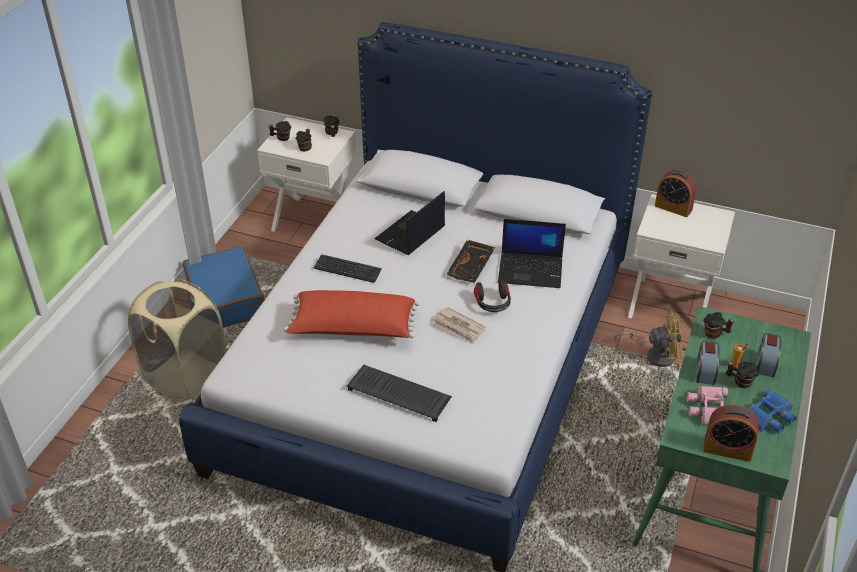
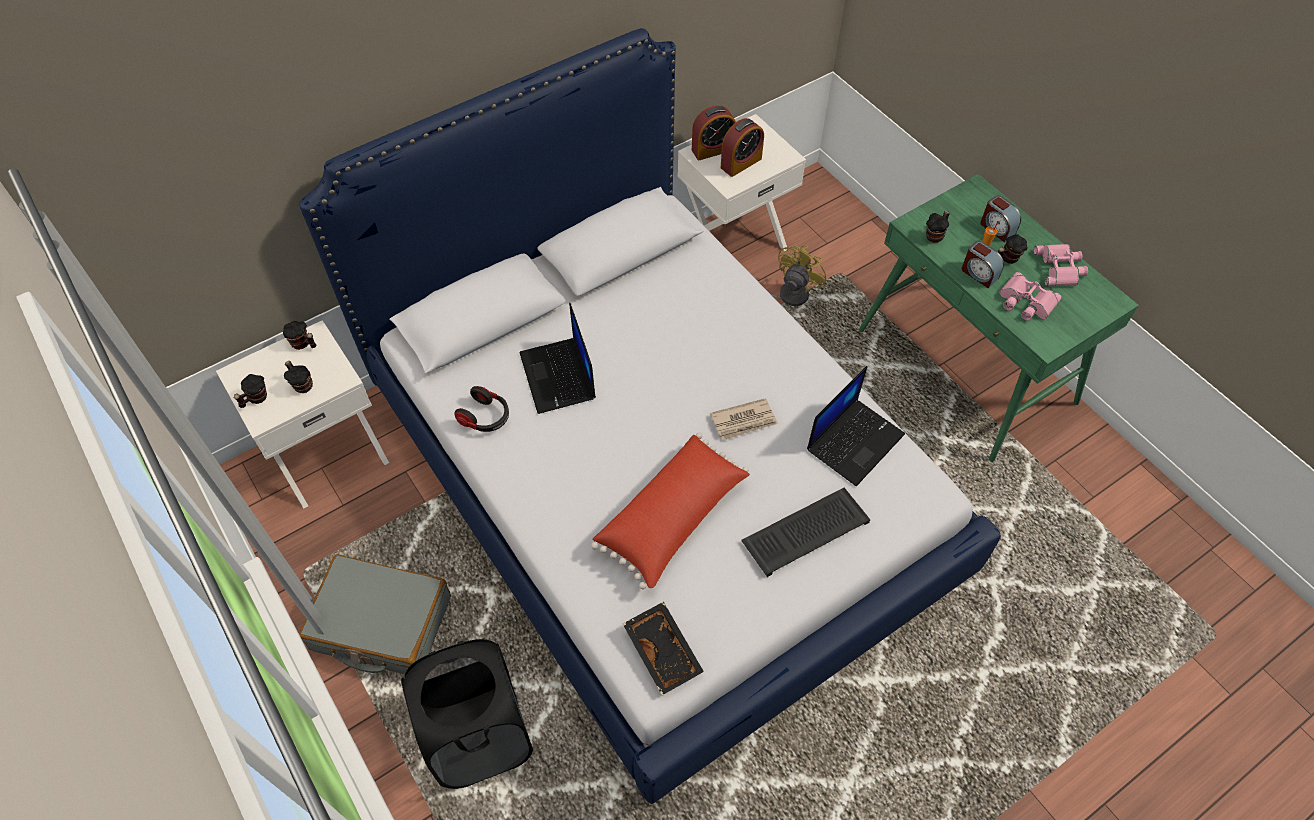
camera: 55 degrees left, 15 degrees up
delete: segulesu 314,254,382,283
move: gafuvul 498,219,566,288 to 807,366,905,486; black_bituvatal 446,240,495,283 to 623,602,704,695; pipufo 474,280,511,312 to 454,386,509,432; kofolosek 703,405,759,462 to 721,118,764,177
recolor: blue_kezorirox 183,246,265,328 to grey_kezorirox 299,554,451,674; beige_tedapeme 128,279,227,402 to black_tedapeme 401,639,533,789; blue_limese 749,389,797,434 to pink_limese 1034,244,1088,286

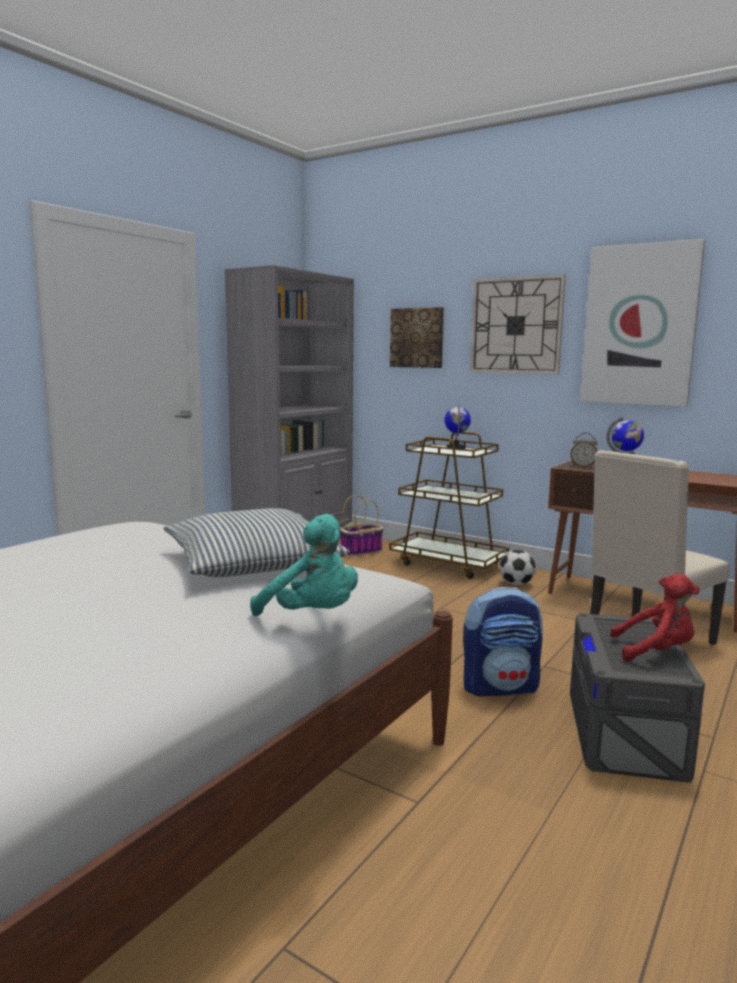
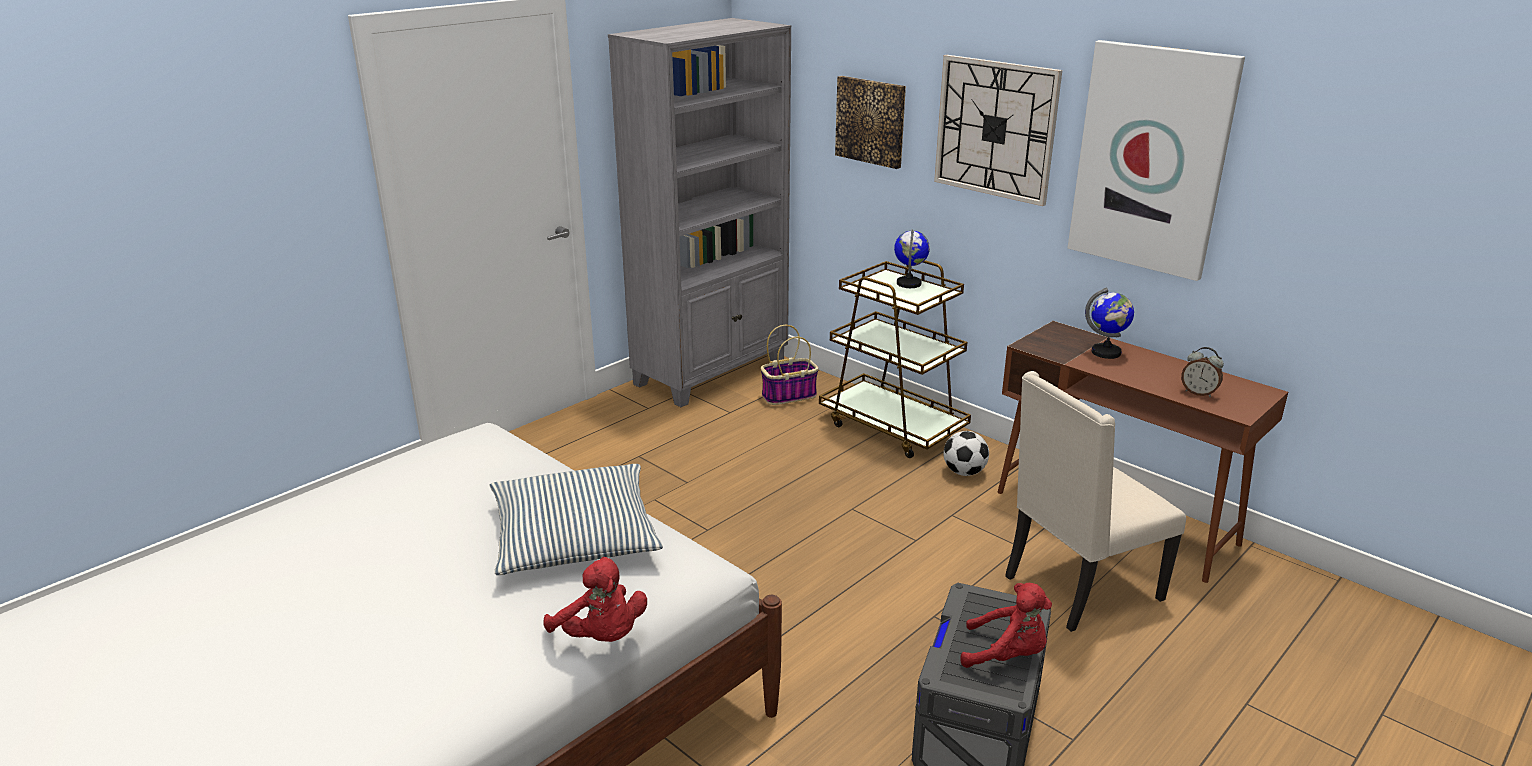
camera: 10 degrees right, 15 degrees up
delete: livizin 463,587,543,696
move: kofolosek 570,433,598,468 to 1181,347,1224,397
recolor: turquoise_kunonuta 250,514,358,616 to red_kunonuta 543,557,647,642

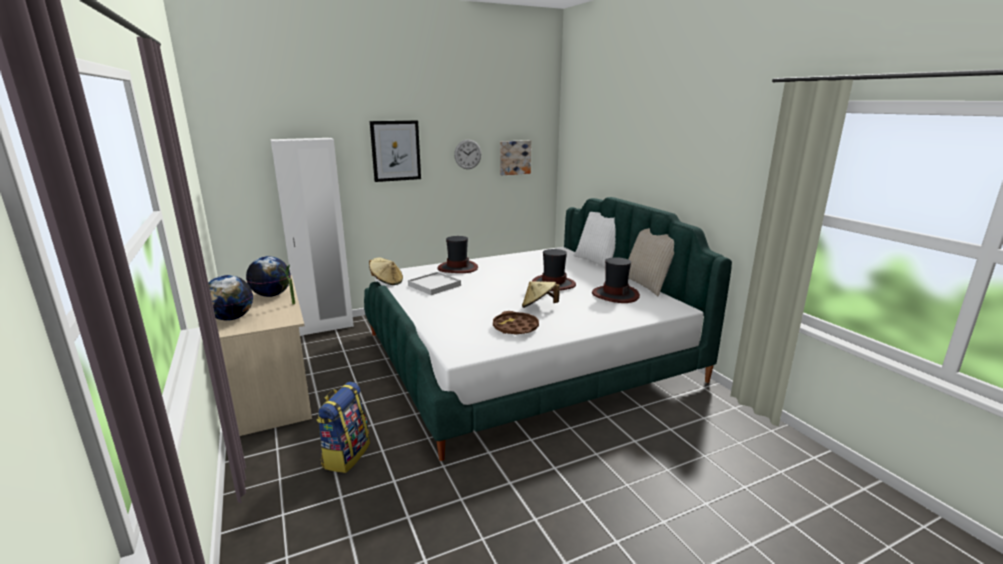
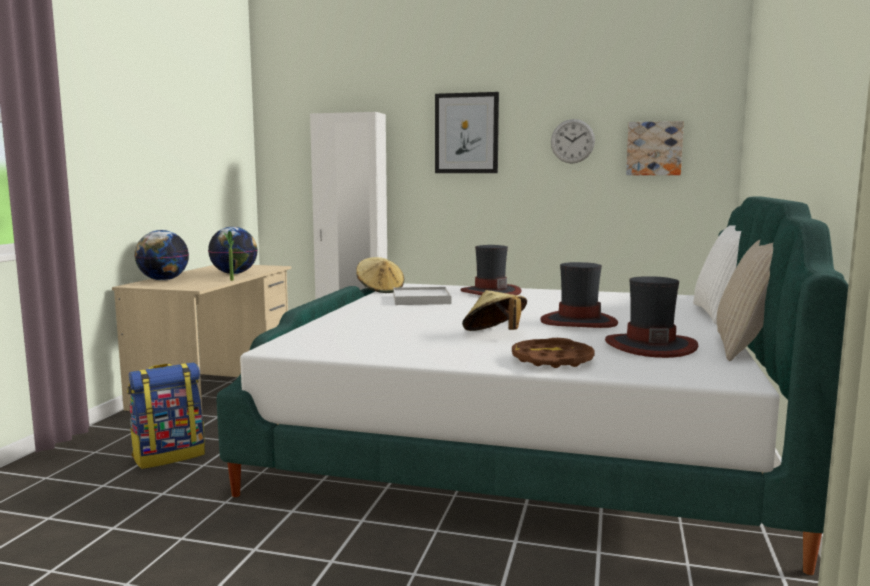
camera: 40 degrees right, 10 degrees down
move: brown_bituvatal 493,311,539,335 to 512,338,595,368

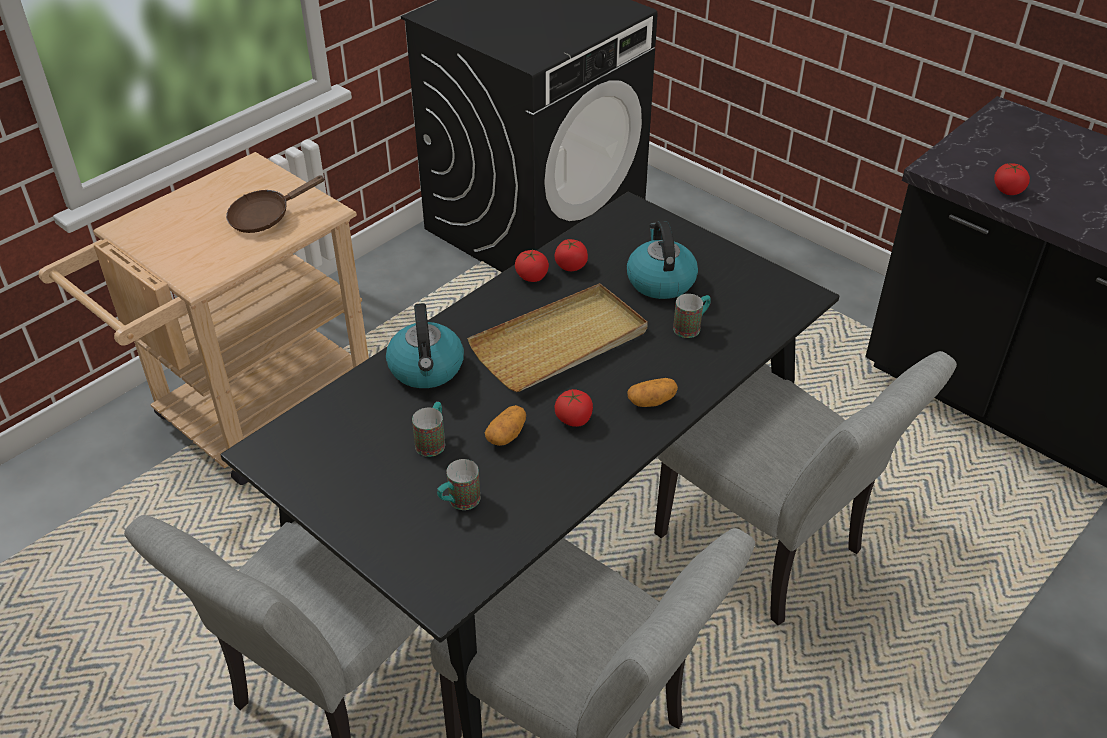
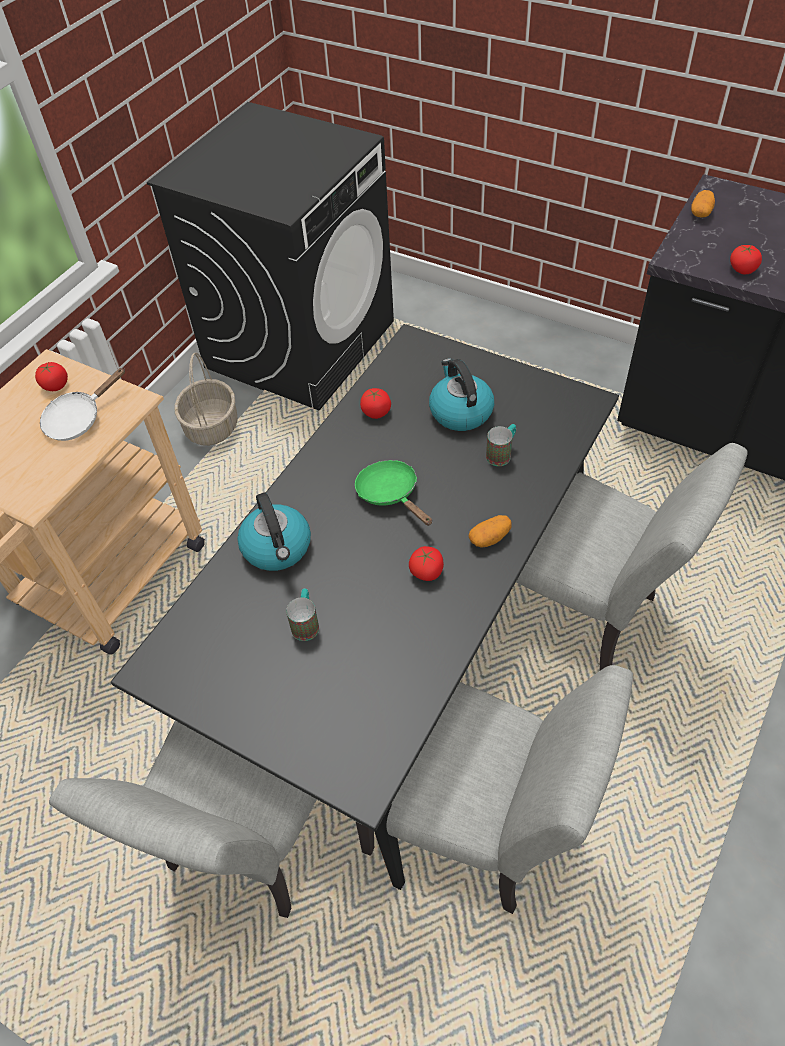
camera: 10 degrees left, 10 degrees up
delete: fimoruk 437,459,480,510
insert: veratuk 174,352,238,446
move: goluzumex 515,250,549,282 to 35,362,68,391; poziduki 485,405,526,446 to 691,190,715,218
replace: beige_bituvatal 467,283,648,392 to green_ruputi 355,460,432,526
recolor: brown_ruputi 226,175,325,233 to white_ruputi 40,368,125,441

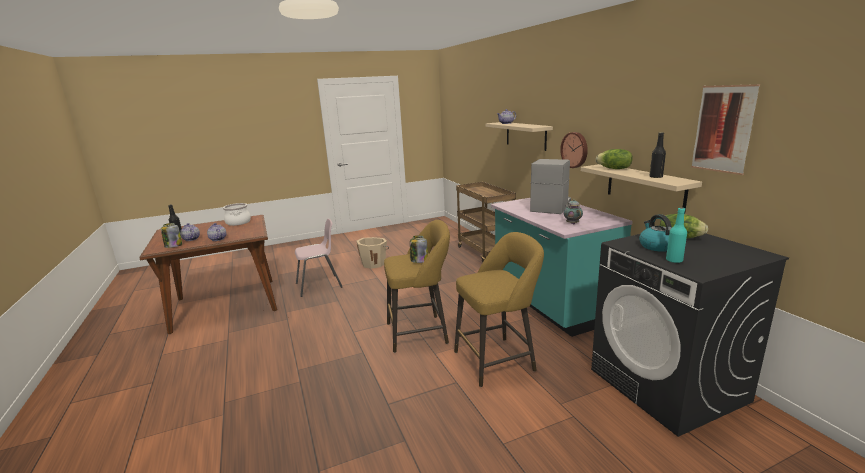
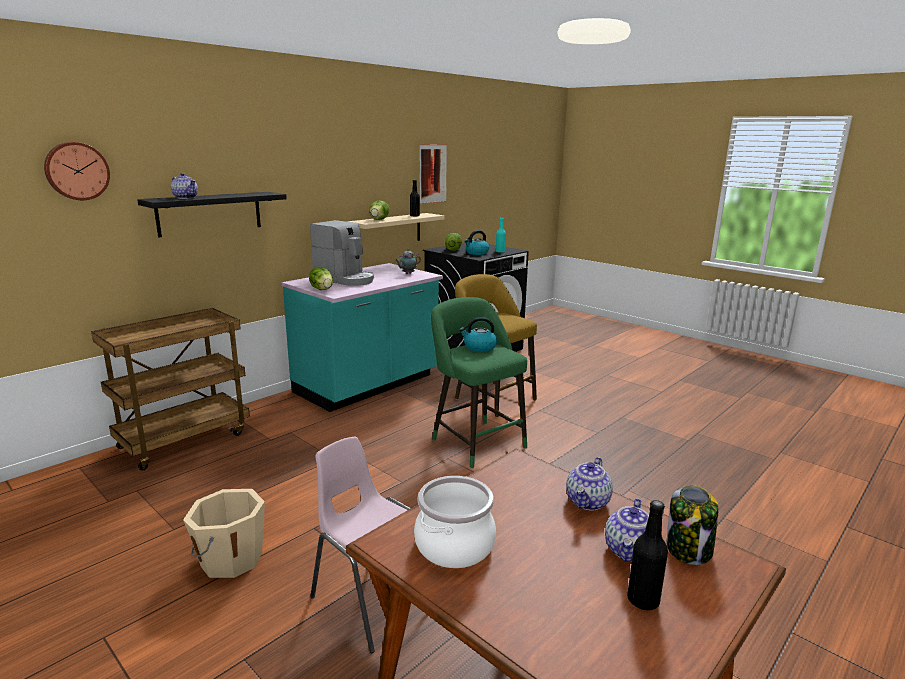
camera: 115 degrees left, 0 degrees up
insert: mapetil 309,267,333,290
move: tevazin 560,132,588,168 to 44,142,110,200
replace: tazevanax 410,235,428,263 to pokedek 459,317,497,352
recolor: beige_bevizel 486,122,553,151 to black_bevizel 137,192,287,238; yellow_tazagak 384,220,450,353 to green_tazagak 431,297,527,469
rotate: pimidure 530,159,571,214 = 310,220,374,286 150 degrees counterclockwise

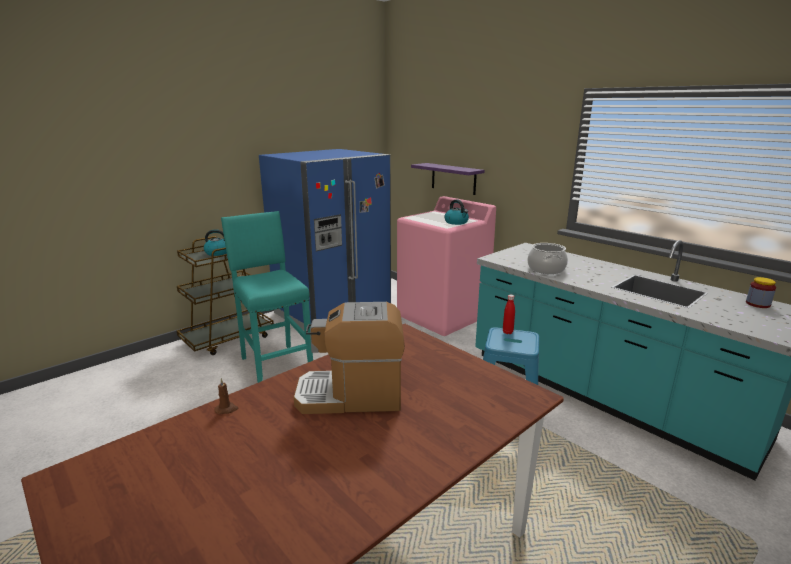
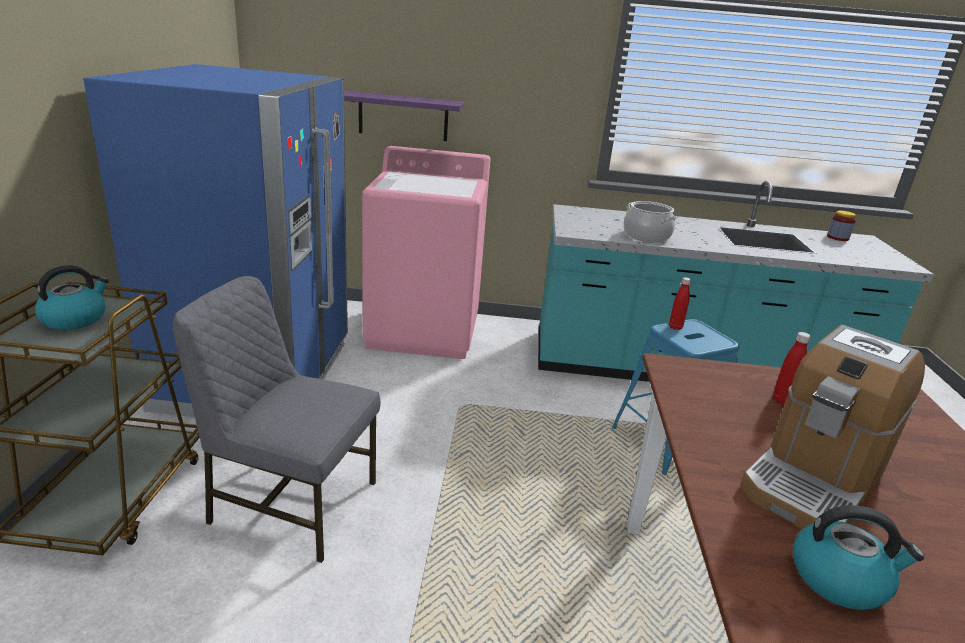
camera: 45 degrees left, 5 degrees up
delete: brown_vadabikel 215,378,238,414
insert: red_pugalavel 773,332,811,405
move: pokedek 445,199,469,225 to 793,505,924,610
replace: turquoise_tazagak 221,211,313,383 to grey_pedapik 173,276,381,563

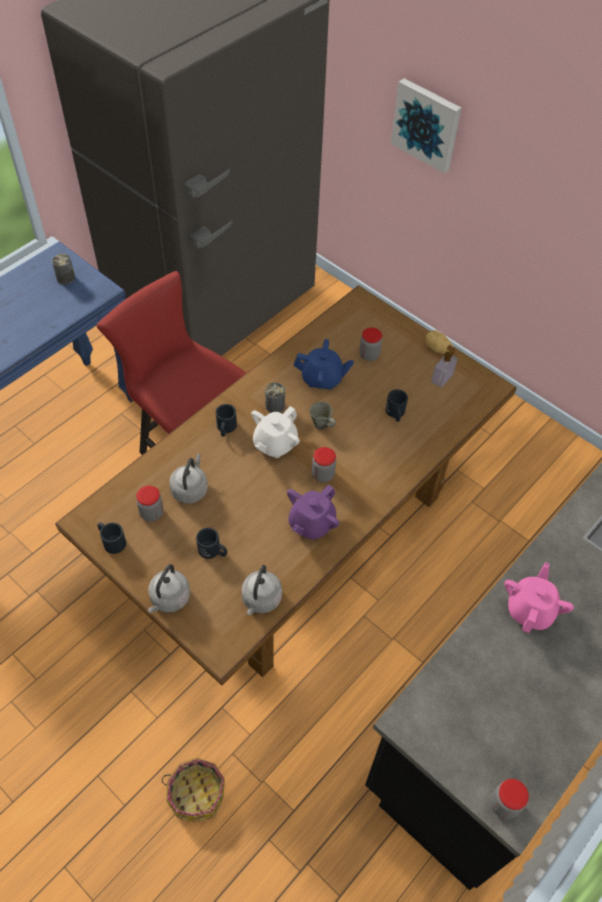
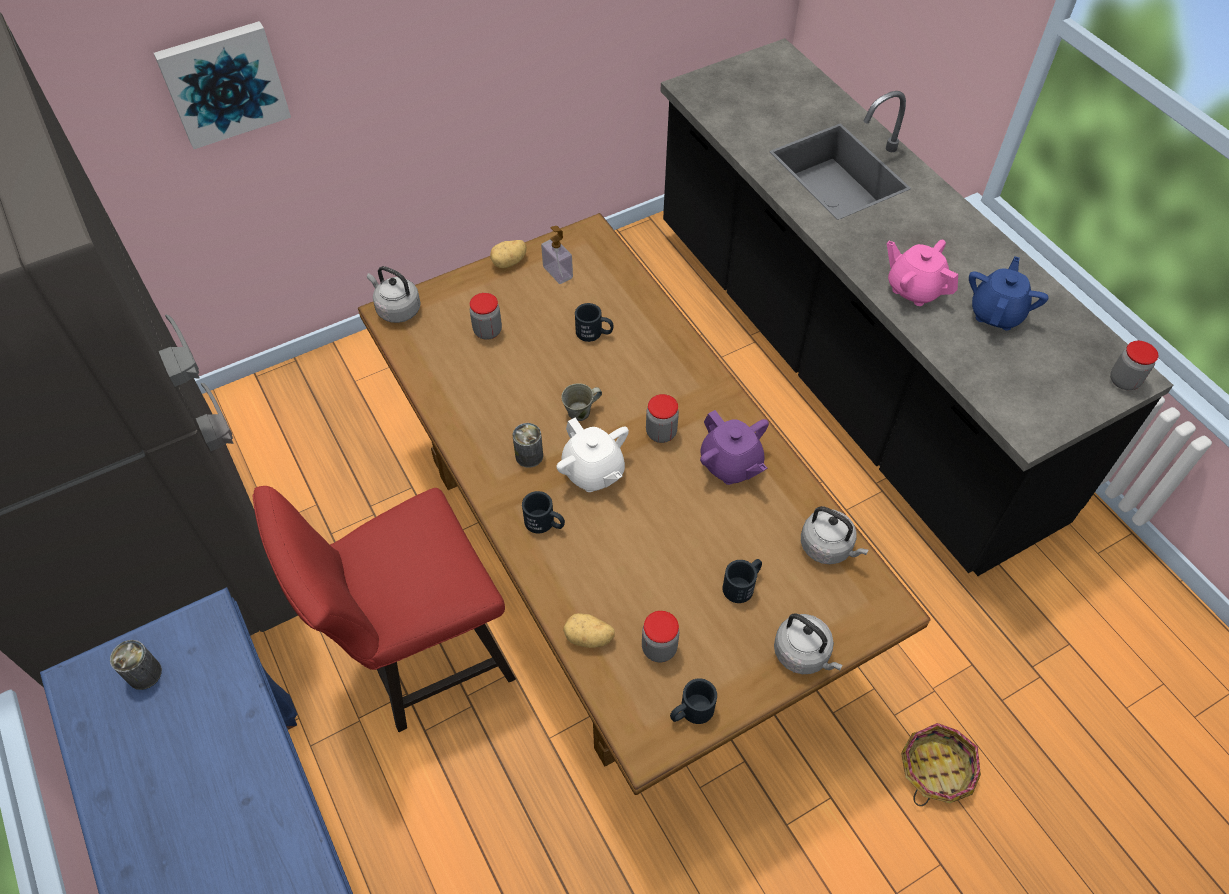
camera: 70 degrees left, 0 degrees up
insert: poziduki 563,613,615,648
move: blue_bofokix 293,339,354,390 to 969,257,1049,330; grey_pokedek 169,454,208,504 to 367,266,421,323

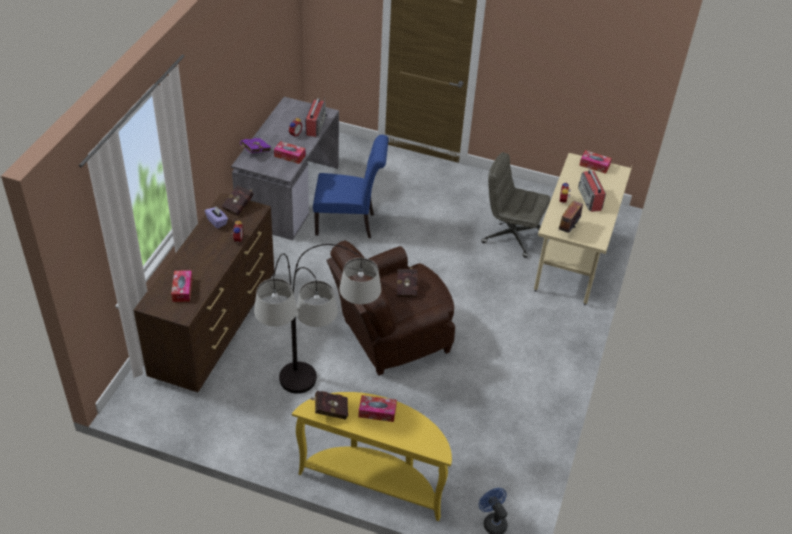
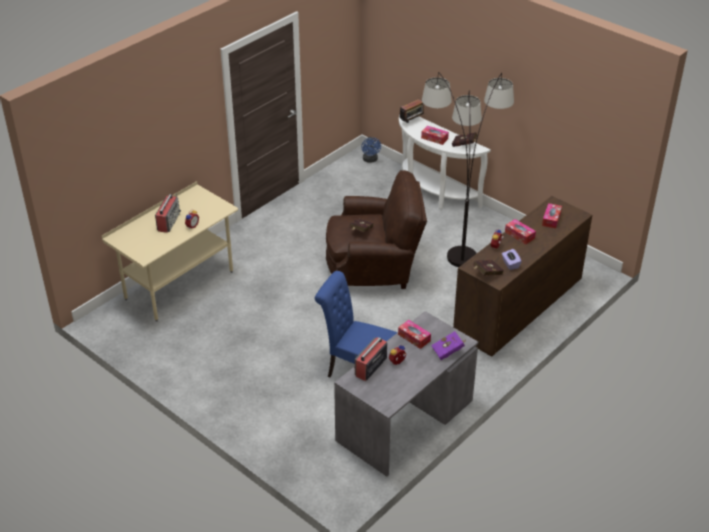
camera: 155 degrees left, 5 degrees down
delete: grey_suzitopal 481,152,550,258
move: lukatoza 579,150,612,174 to 505,219,536,245; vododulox 556,201,583,233 to 400,99,425,123
recolor: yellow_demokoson 292,392,452,521 to white_demokoson 399,115,491,209

